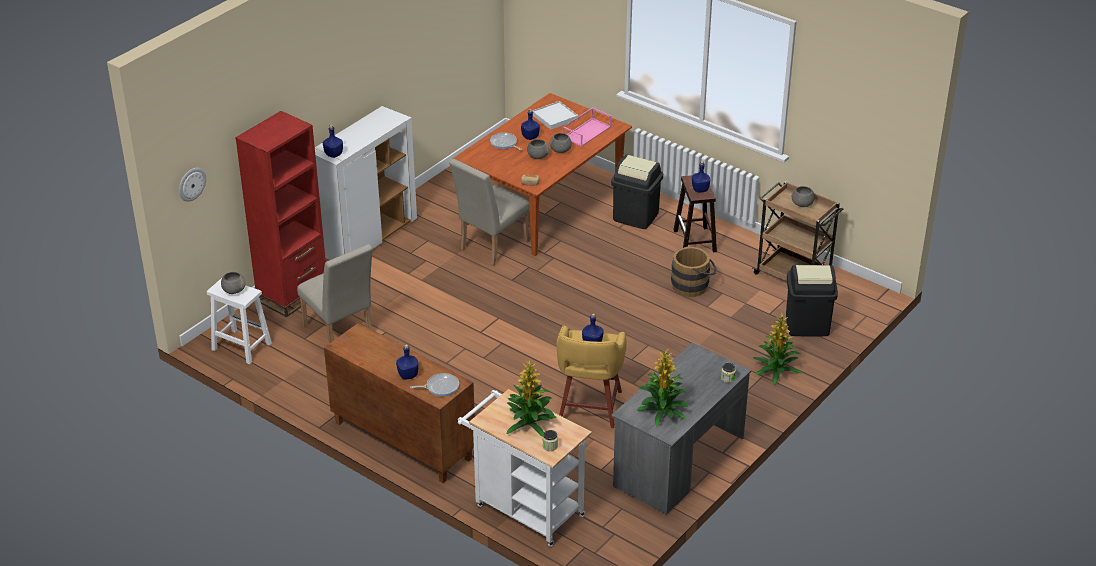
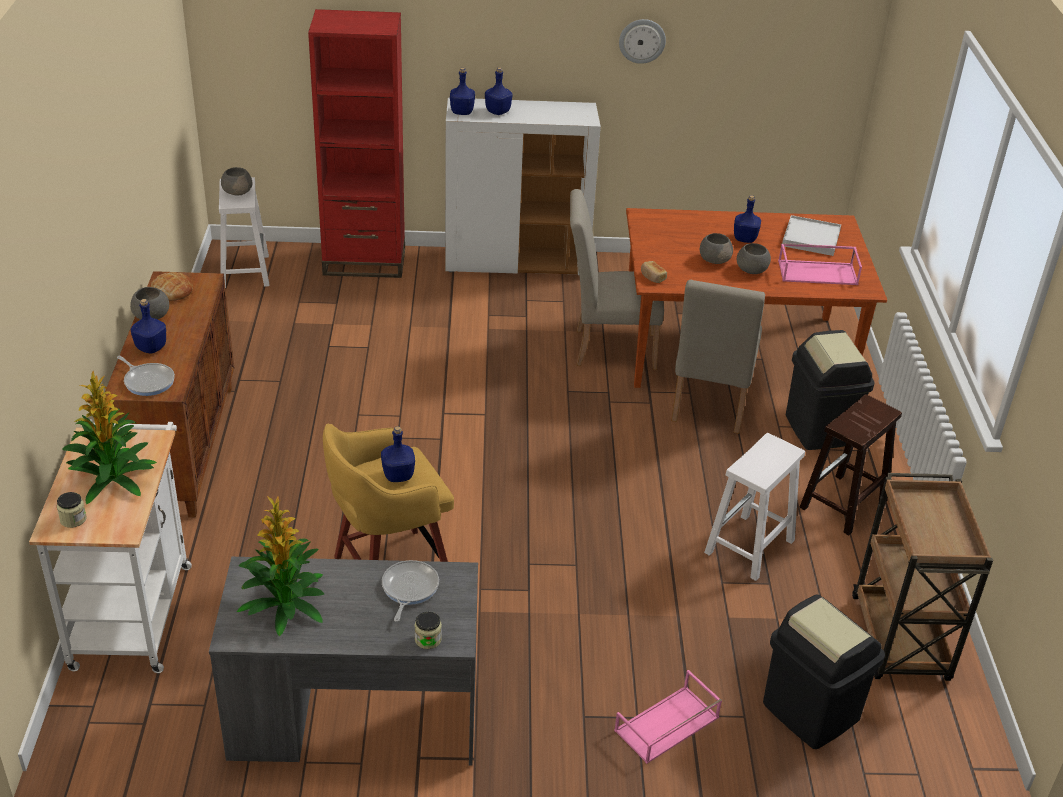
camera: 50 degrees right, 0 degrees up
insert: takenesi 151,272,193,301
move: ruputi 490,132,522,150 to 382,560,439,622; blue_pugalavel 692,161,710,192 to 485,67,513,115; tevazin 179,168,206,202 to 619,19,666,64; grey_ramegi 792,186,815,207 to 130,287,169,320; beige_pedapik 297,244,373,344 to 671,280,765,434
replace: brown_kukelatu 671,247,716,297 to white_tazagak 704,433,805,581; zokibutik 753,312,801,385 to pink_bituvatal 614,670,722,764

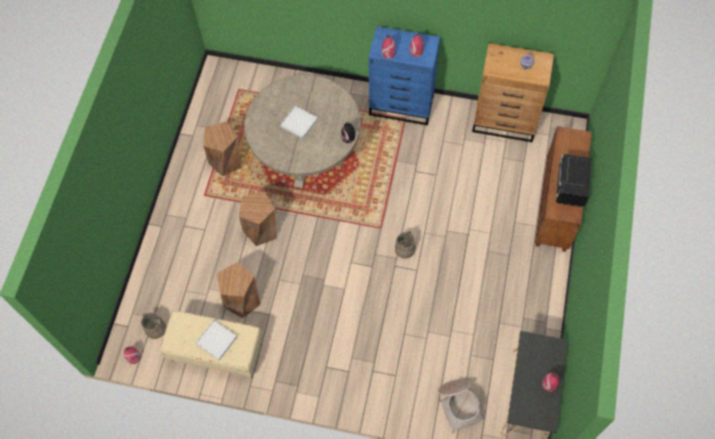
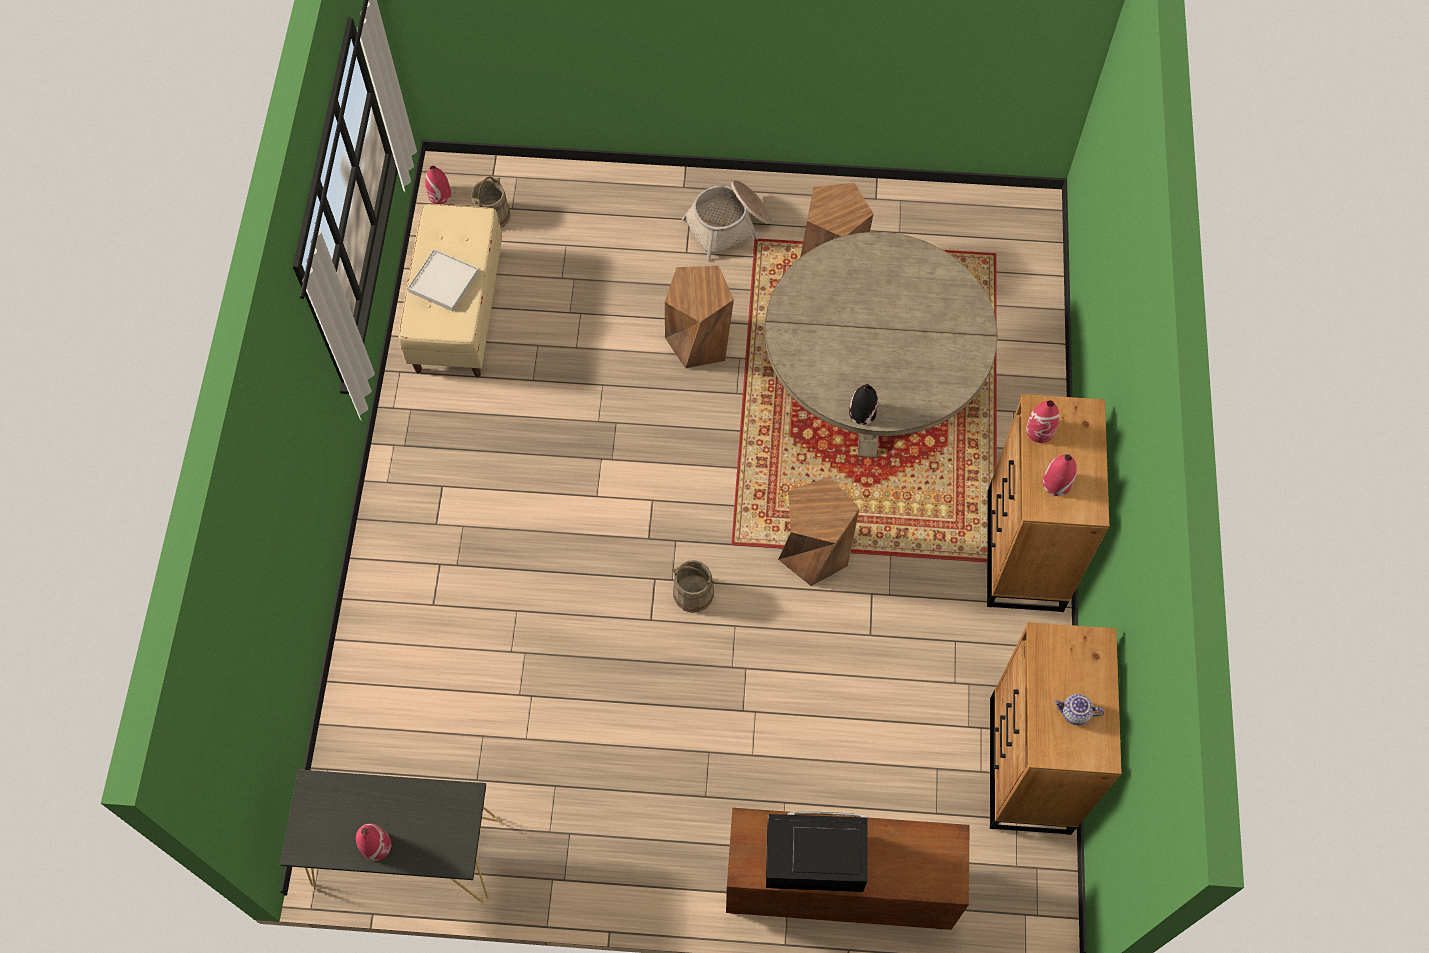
camera: 80 degrees right, 0 degrees up
delete: white_bituvatal 280,105,318,139
move: brown_tazagak 217,262,260,319 to 778,477,860,586; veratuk 438,379,485,433 to 682,180,772,261
recolor: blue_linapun 368,26,440,126 to brown_linapun 987,394,1109,612

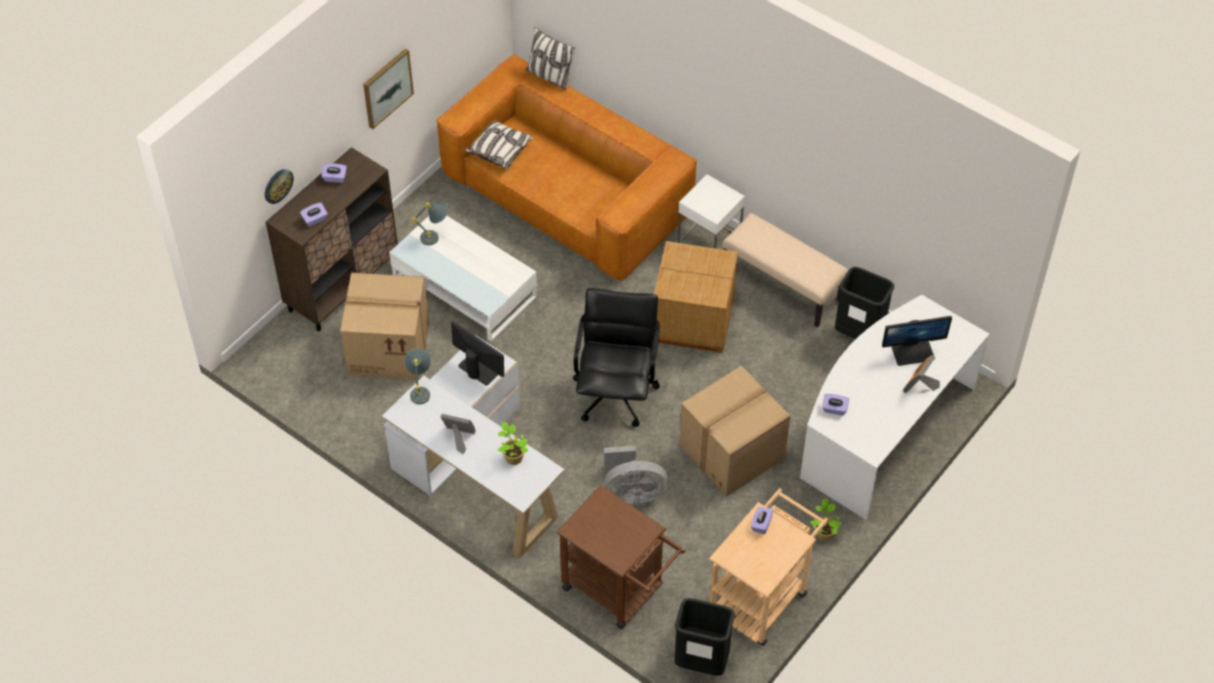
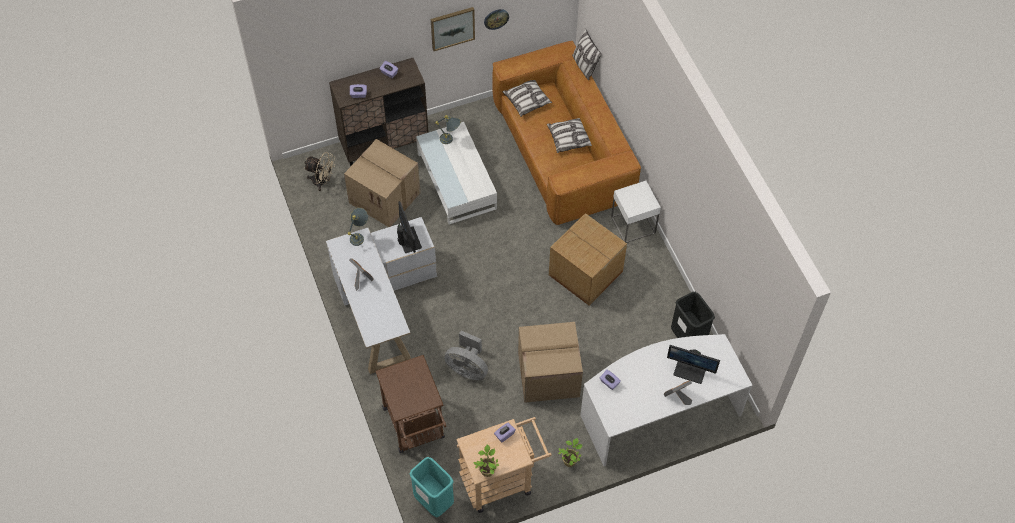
camera: 30 degrees right, 5 degrees up
delete: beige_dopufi 722,213,849,327; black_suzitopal 573,288,660,427
insert: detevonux 547,118,592,153; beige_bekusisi 304,152,335,191
move: tevazin 265,169,294,204 to 484,9,509,30; zokibutik 498,422,528,465 to 473,444,499,477
recolor: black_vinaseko 674,598,735,676 to turquoise_vinaseko 409,457,454,517

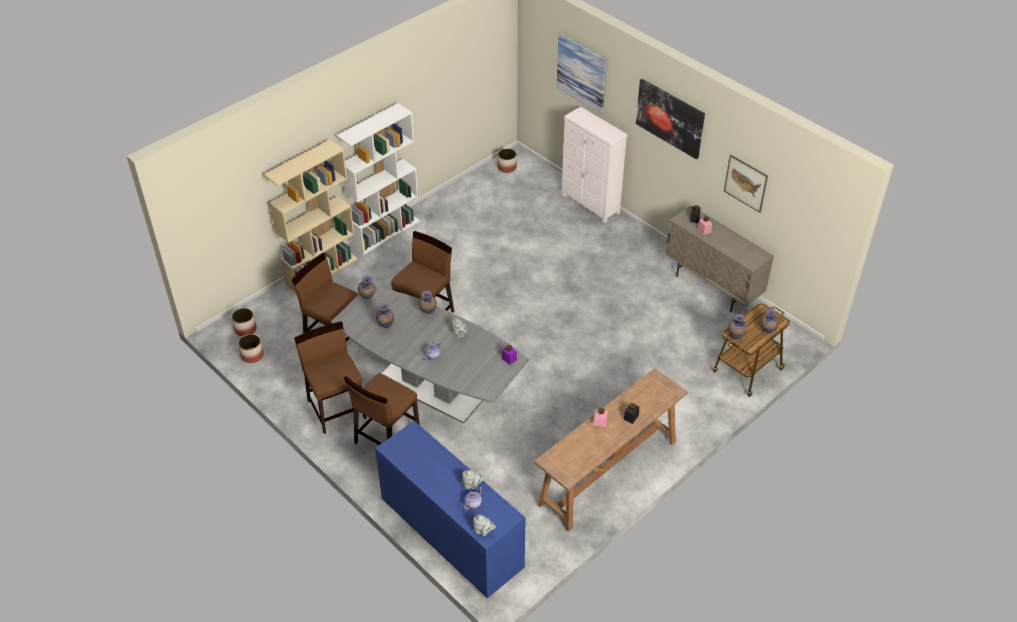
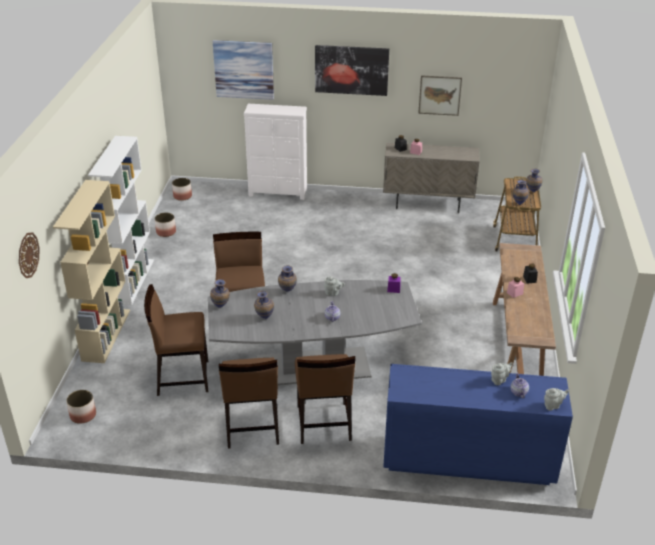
camera: 40 degrees left, 10 degrees down
insert: tevazin 19,232,40,278
move: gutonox 238,334,264,363 to 155,213,176,237
rotate: brown_pedapik 294,321,366,434 = 219,358,279,449 120 degrees counterclockwise

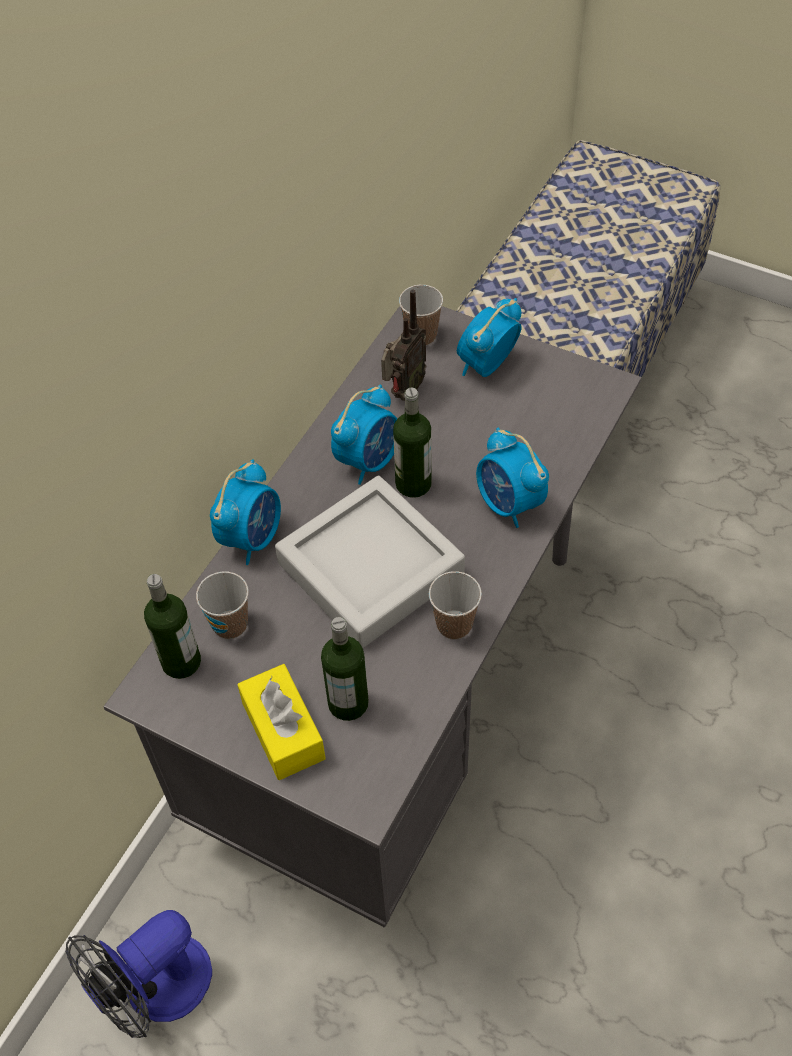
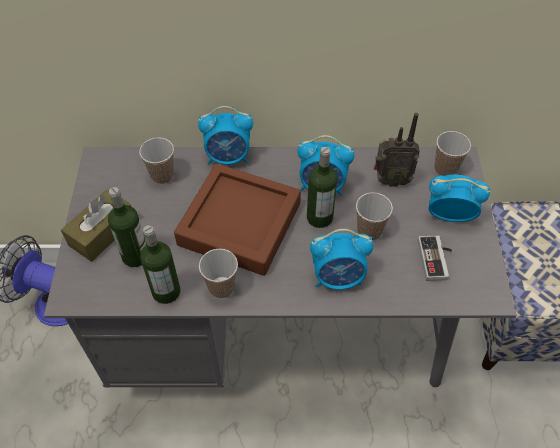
camera: 60 degrees right, 0 degrees up
insert: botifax 356,192,393,241; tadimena 418,235,452,281
move: pugalavel 144,574,201,679 to 140,225,181,304
recolor: grey_bituvatal 275,476,465,648 to brown_bituvatal 174,164,301,276; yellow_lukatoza 237,664,326,780 to brown_lukatoza 61,189,131,262
rotate: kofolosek 476,428,549,528 = 310,229,373,290 120 degrees counterclockwise

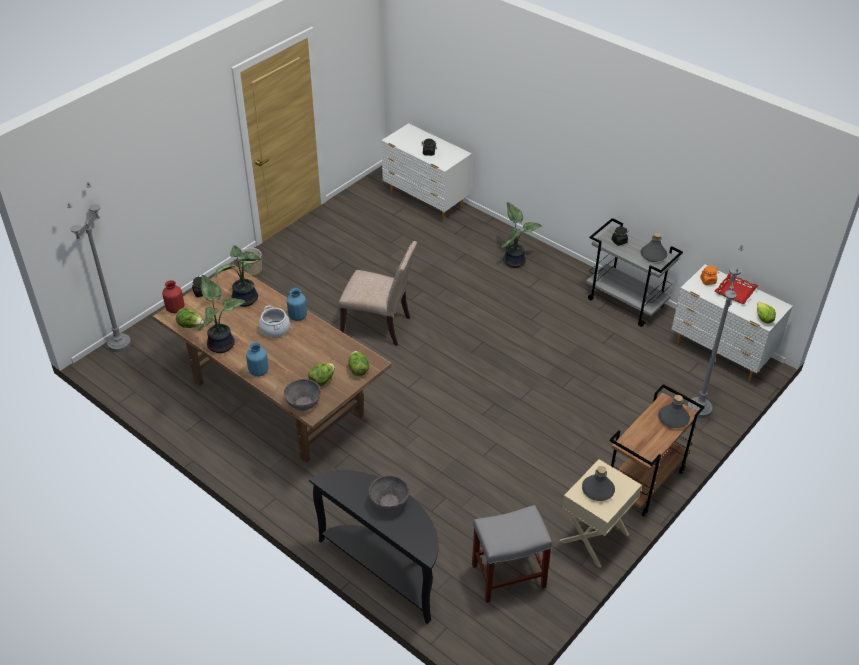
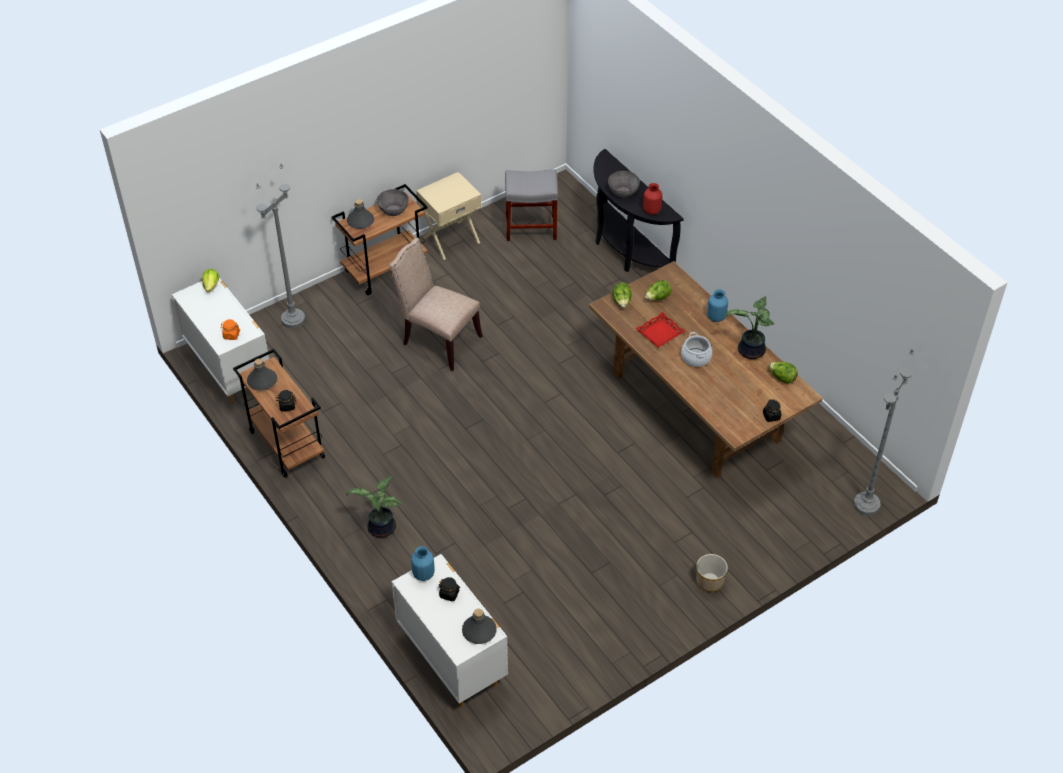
camera: 165 degrees left, 5 degrees up
delete: zokibutik 215,245,262,307
move: beige_pedapik 339,241,417,346 to 389,238,483,371; red_bituvatal 715,273,759,304 to 636,312,685,348; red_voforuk 162,280,185,313 to 643,183,663,215; blue_voforuk 287,288,307,321 to 411,546,435,581; grey_ramegi 284,379,321,411 to 377,189,409,216; grey_pugalavel 582,466,615,501 to 462,609,497,644
recolor: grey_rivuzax 586,218,683,327 to brown_rivuzax 233,349,325,478

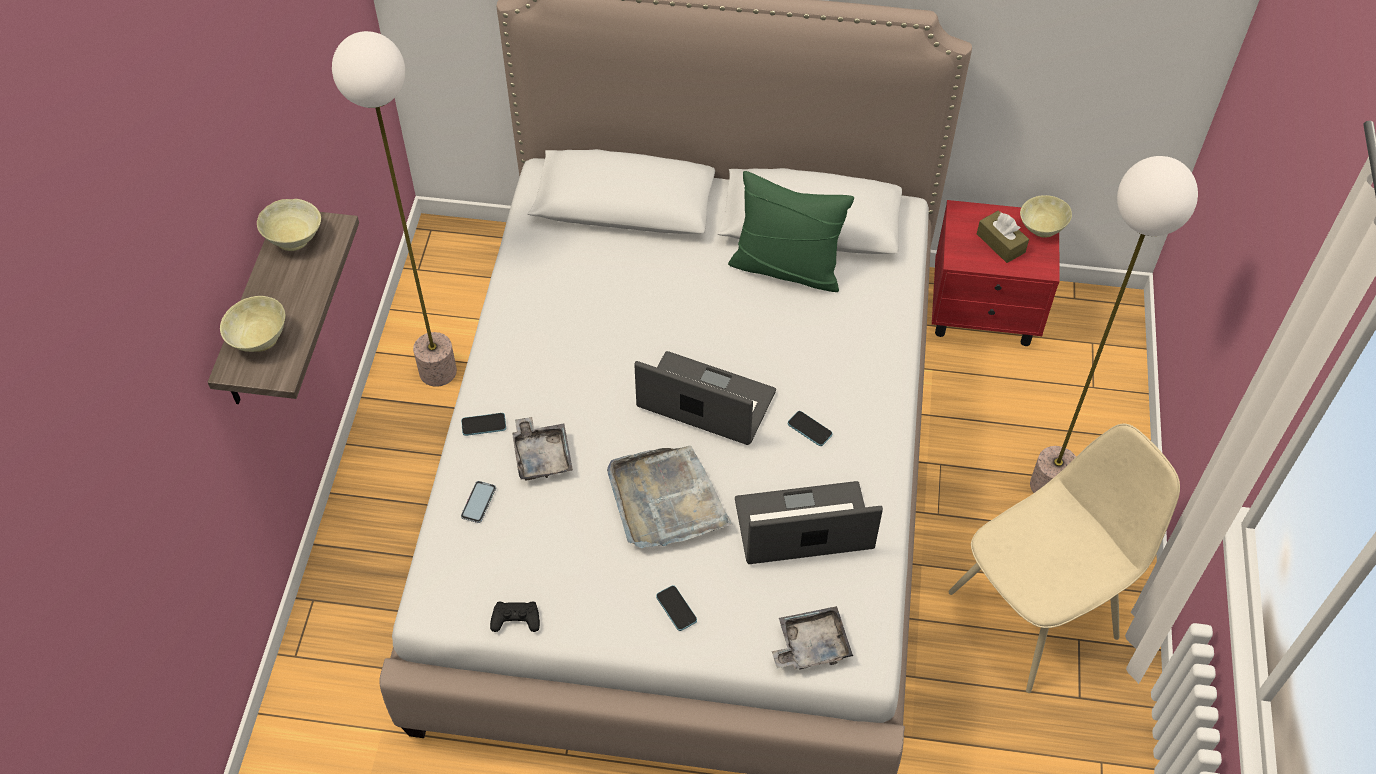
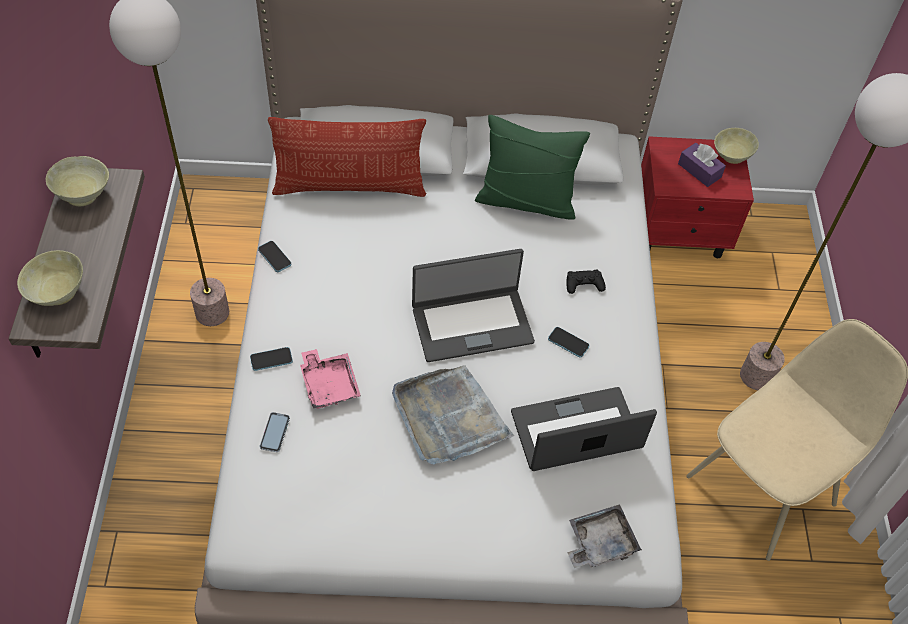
camera: 10 degrees left, 0 degrees up
insert: detevonux 268,117,426,197
move: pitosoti 656,585,697,631 to 258,241,291,272; black_tadimena 490,602,540,632 to 567,270,606,294
recolor: brown_lukatoza 977,211,1029,263 to purple_lukatoza 678,143,726,187; grey_bituvatal 512,417,573,480 to pink_bituvatal 300,349,361,409
rotate: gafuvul 634,351,776,445 = 412,249,535,362 150 degrees clockwise

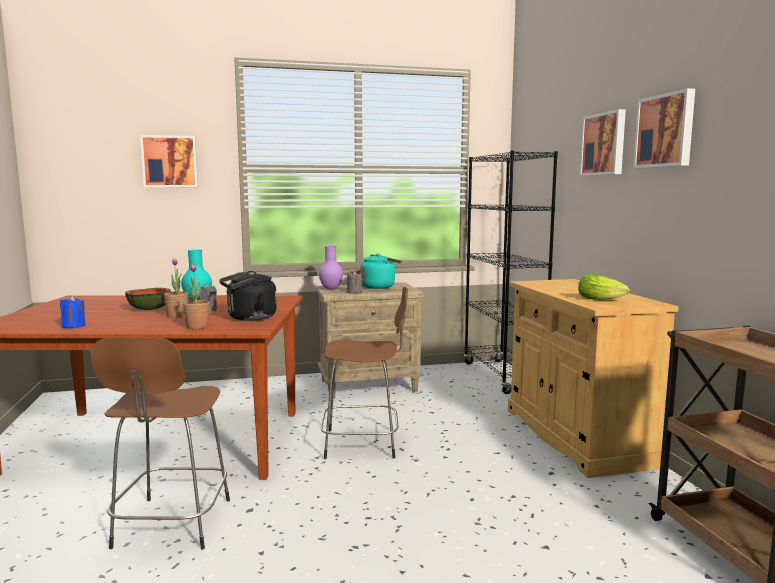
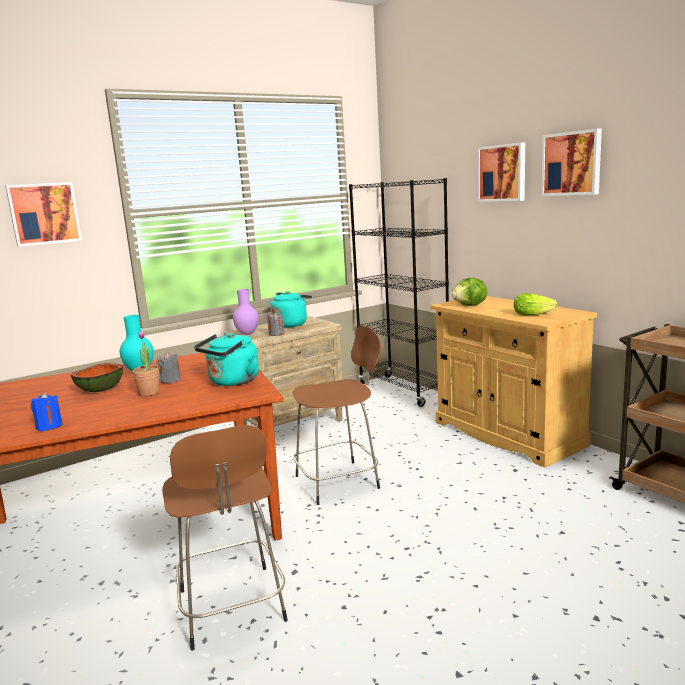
camera: 20 degrees left, 5 degrees up
delete: zokibutik 183,264,210,329
insert: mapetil 451,278,487,306
recolor: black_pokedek 219,271,277,321 to turquoise_pokedek 194,333,259,386

